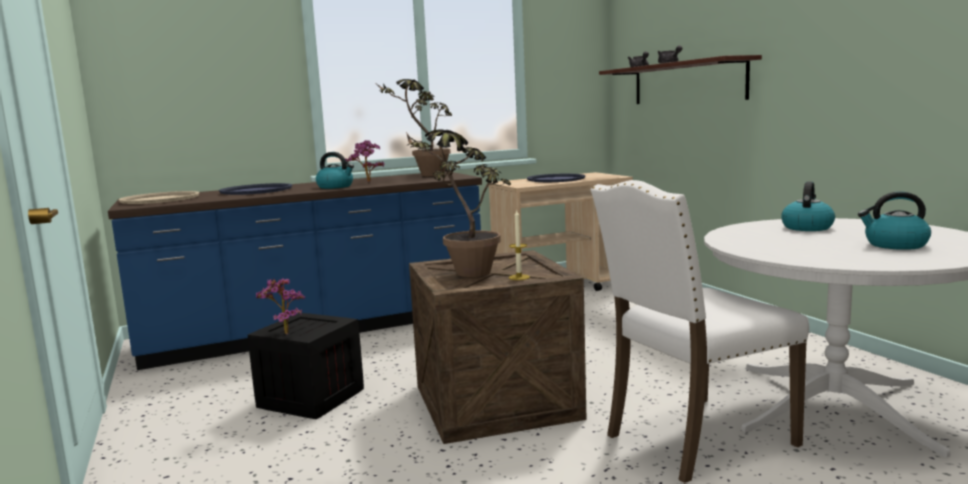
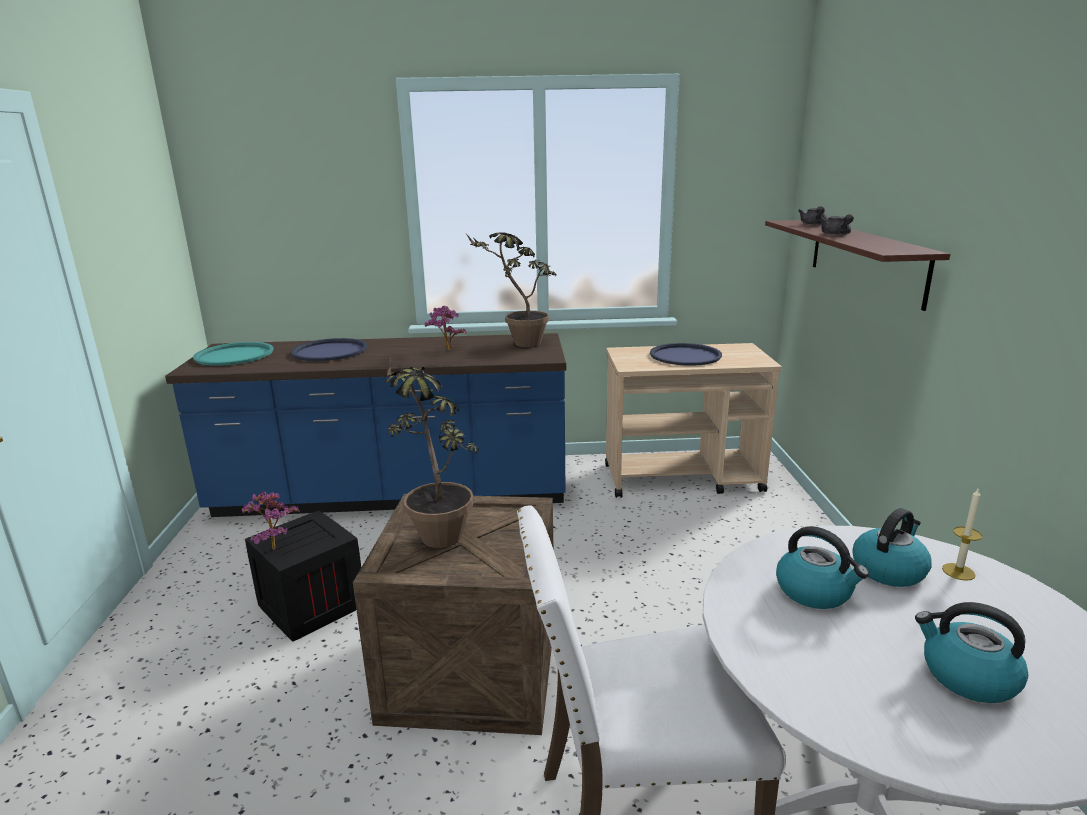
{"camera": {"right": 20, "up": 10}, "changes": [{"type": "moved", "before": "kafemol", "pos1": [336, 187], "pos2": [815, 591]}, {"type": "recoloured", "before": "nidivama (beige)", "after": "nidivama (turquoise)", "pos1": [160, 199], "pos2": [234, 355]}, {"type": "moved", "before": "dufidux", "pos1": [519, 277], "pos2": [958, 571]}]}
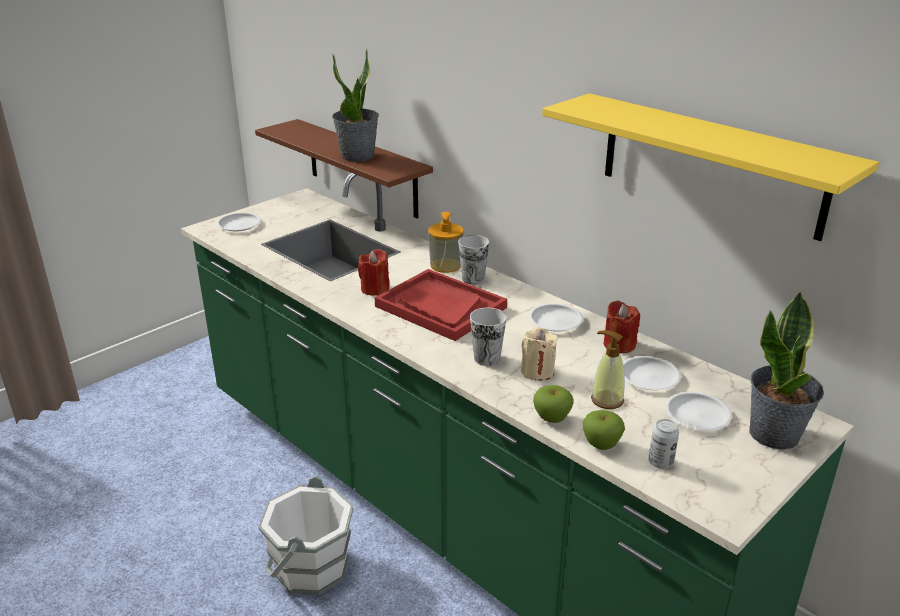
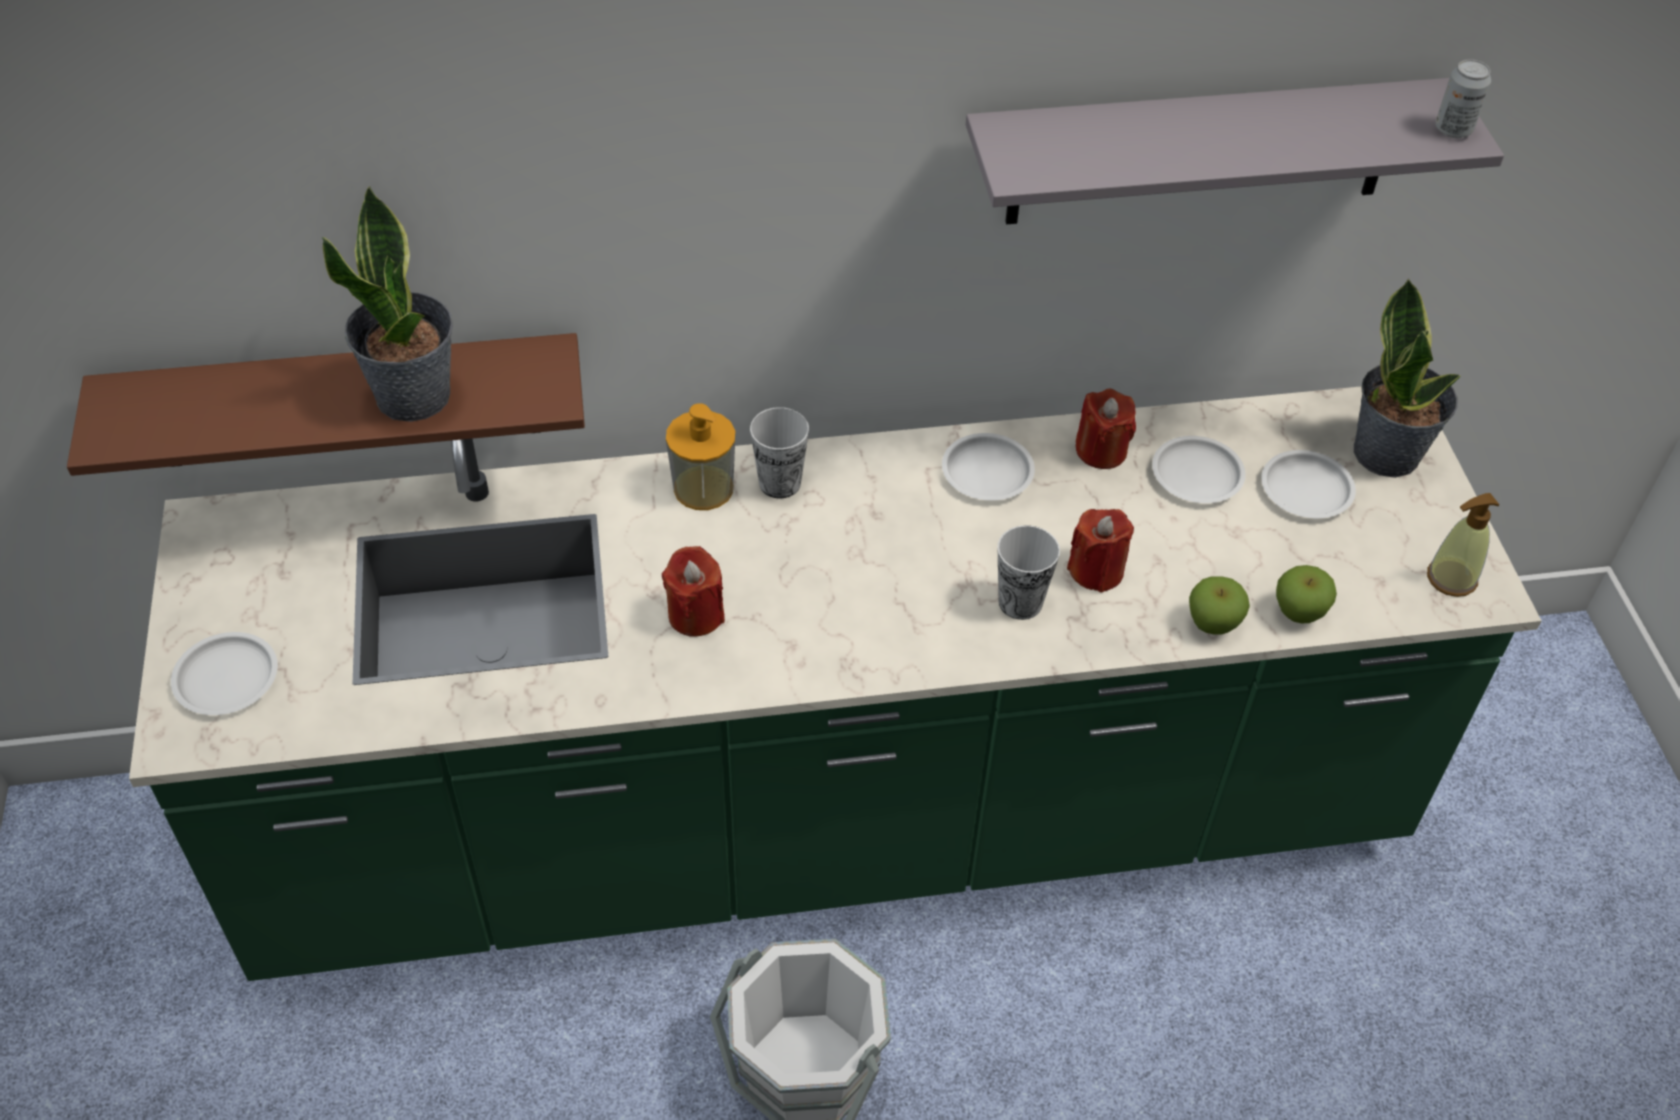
{"camera": {"right": -55, "up": 20}, "changes": [{"type": "recoloured", "before": "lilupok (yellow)", "after": "lilupok (grey)", "pos1": [710, 164], "pos2": [1202, 152]}, {"type": "removed", "before": "nidivama (red)", "pos1": [440, 307]}, {"type": "recoloured", "before": "dufidux (beige)", "after": "dufidux (red)", "pos1": [537, 371], "pos2": [1096, 571]}, {"type": "moved", "before": "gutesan", "pos1": [606, 400], "pos2": [1451, 578]}, {"type": "moved", "before": "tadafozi", "pos1": [660, 462], "pos2": [1453, 129]}]}
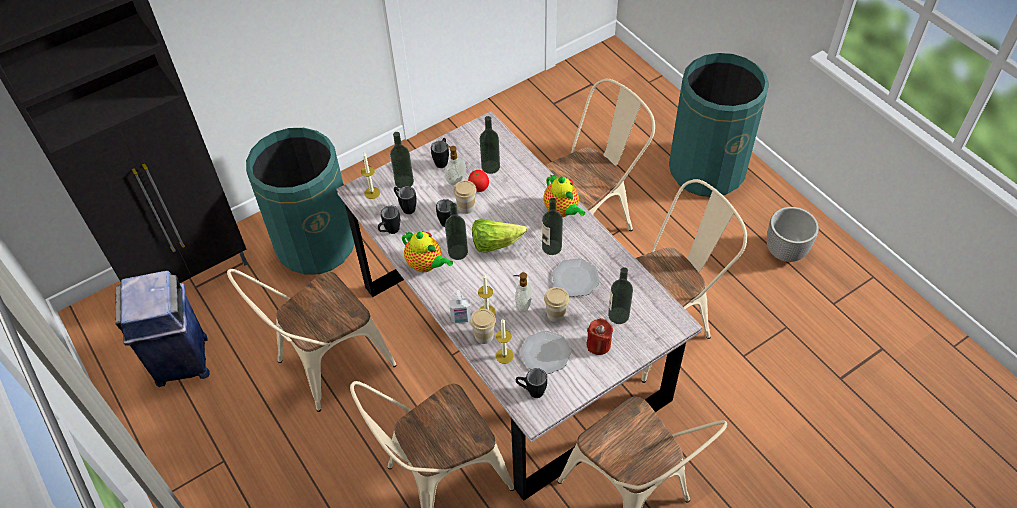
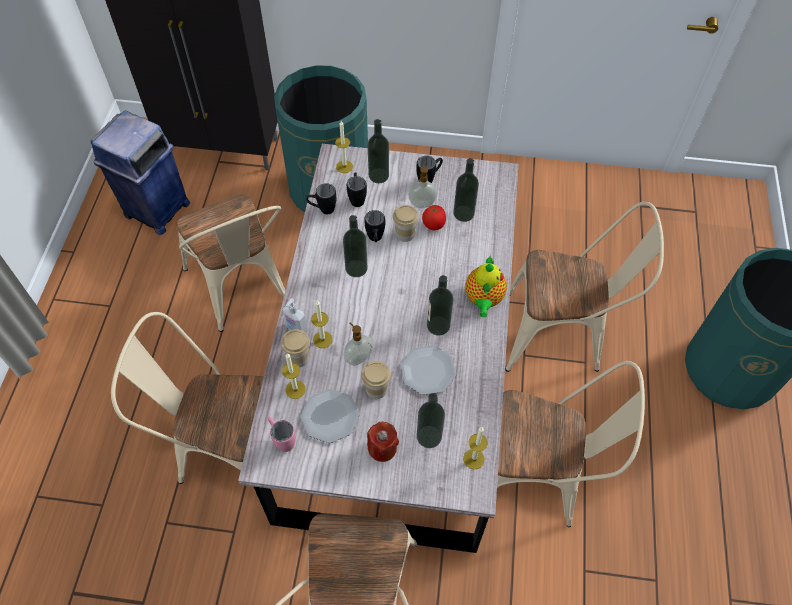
{"camera": {"right": 40, "up": 5}, "changes": [{"type": "removed", "before": "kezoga", "pos1": [785, 251]}, {"type": "removed", "before": "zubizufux", "pos1": [495, 243]}, {"type": "removed", "before": "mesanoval", "pos1": [426, 265]}, {"type": "turned", "before": "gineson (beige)", "pos1": [326, 366], "pos2": [242, 291], "turn": -120}, {"type": "recoloured", "before": "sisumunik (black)", "after": "sisumunik (pink)", "pos1": [531, 391], "pos2": [282, 440]}, {"type": "added", "after": "dufidux", "pos2": [473, 459]}]}
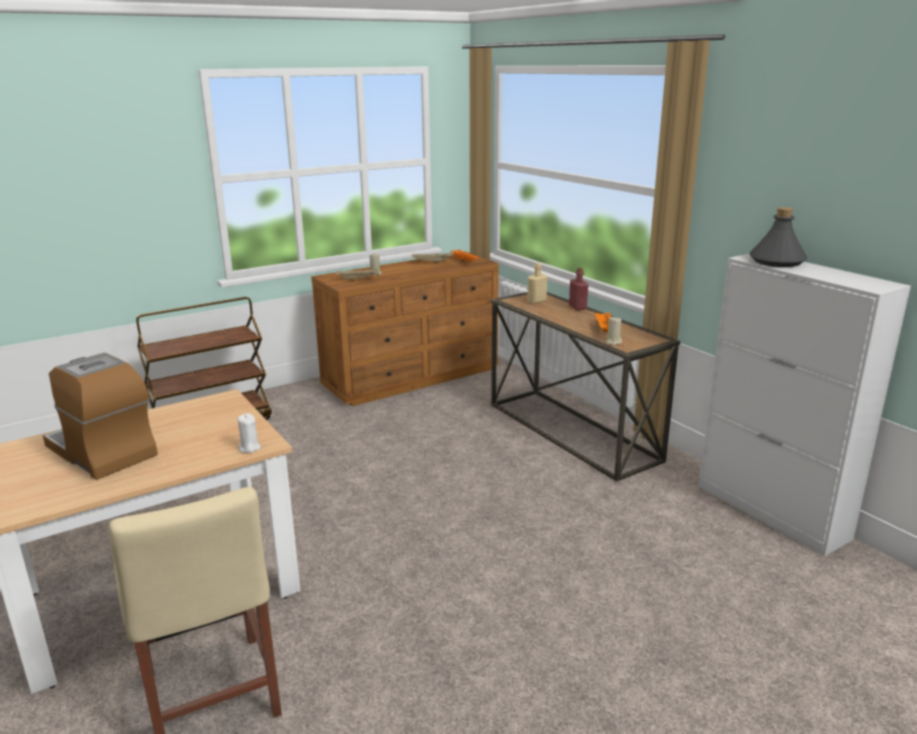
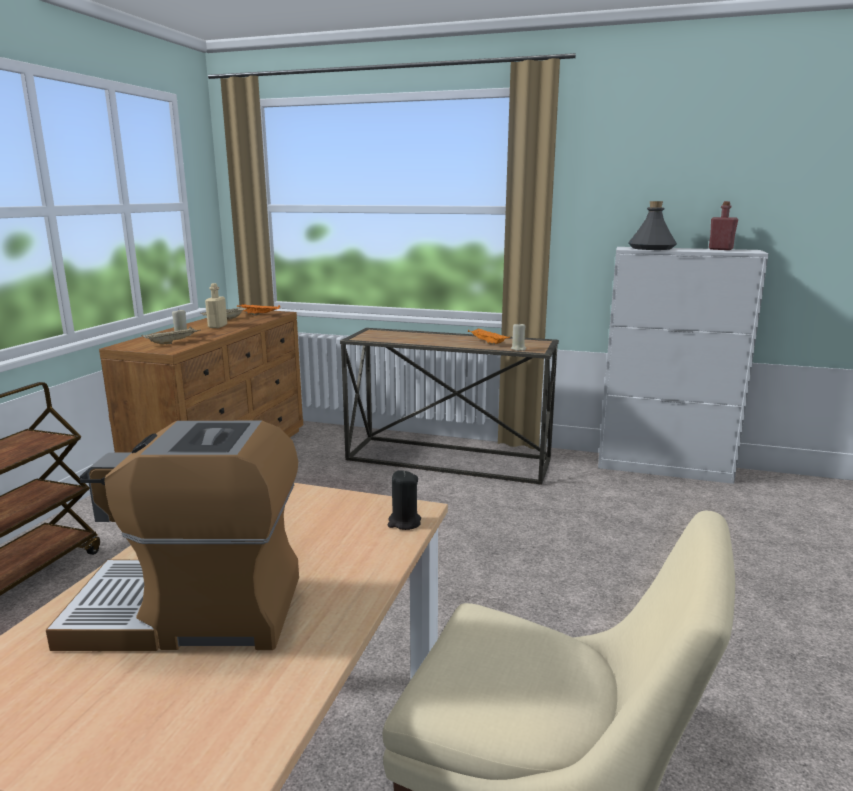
{"camera": {"right": -40, "up": -5}, "changes": [{"type": "moved", "before": "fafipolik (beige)", "pos1": [536, 301], "pos2": [217, 326]}, {"type": "moved", "before": "fafipolik (red)", "pos1": [577, 307], "pos2": [720, 249]}, {"type": "recoloured", "before": "dufidux (white)", "after": "dufidux (black)", "pos1": [249, 448], "pos2": [404, 523]}]}
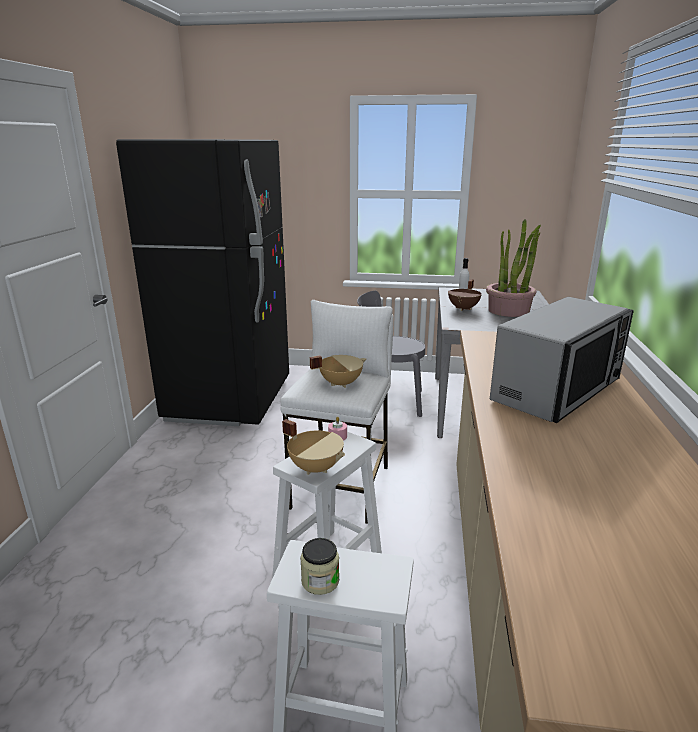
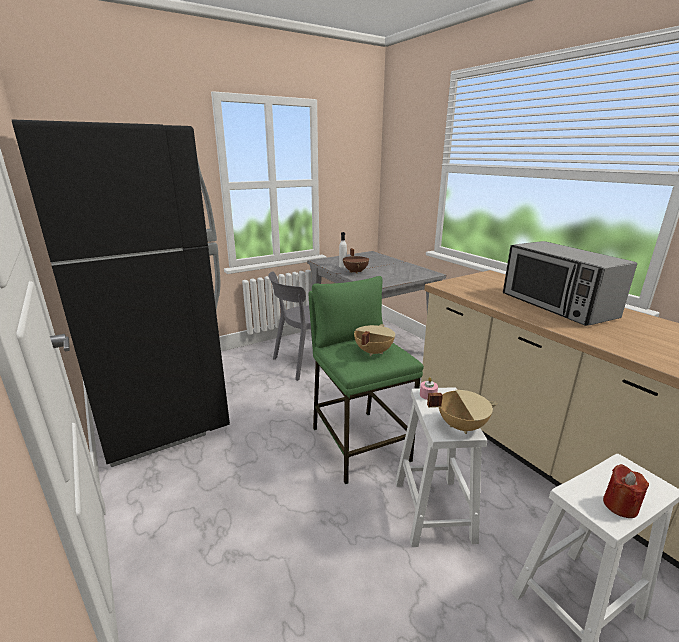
{"camera": {"right": -40, "up": 0}, "changes": [{"type": "removed", "before": "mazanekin", "pos1": [509, 311]}, {"type": "turned", "before": "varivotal", "pos1": [557, 390], "pos2": [556, 306], "turn": 150}, {"type": "recoloured", "before": "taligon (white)", "after": "taligon (green)", "pos1": [342, 487], "pos2": [359, 443]}, {"type": "replaced", "before": "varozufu", "after": "dufidux (red)", "pos1": [320, 581], "pos2": [620, 506]}]}
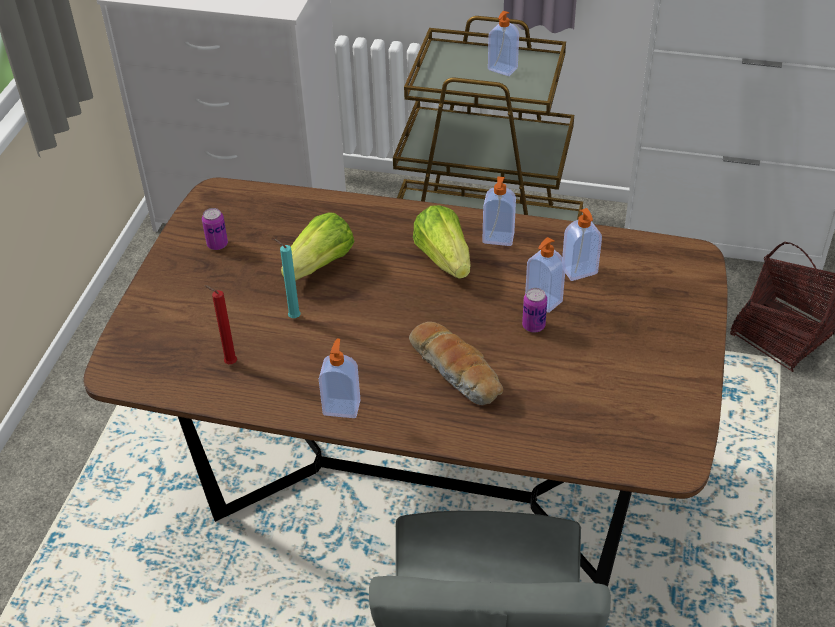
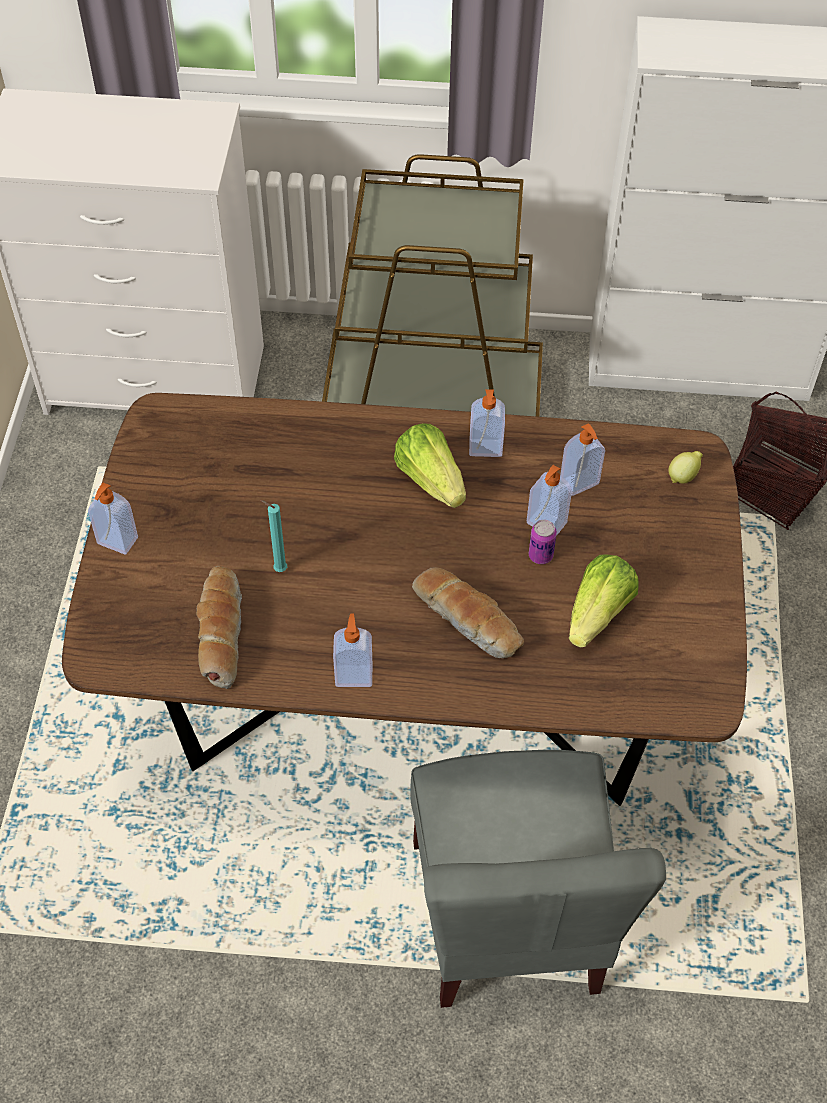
{"camera": {"right": -10, "up": 10}, "changes": [{"type": "moved", "before": "gutesan", "pos1": [502, 69], "pos2": [117, 542]}, {"type": "removed", "before": "tadafozi", "pos1": [217, 244]}, {"type": "moved", "before": "zubizufux", "pos1": [320, 265], "pos2": [598, 613]}, {"type": "replaced", "before": "dufidux (red)", "after": "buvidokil", "pos1": [229, 363], "pos2": [220, 633]}, {"type": "added", "after": "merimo", "pos2": [683, 476]}]}
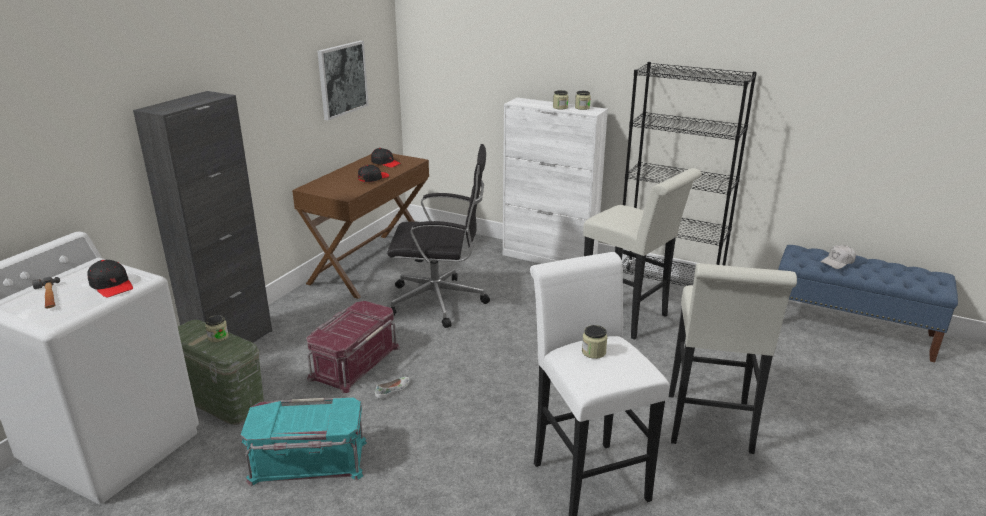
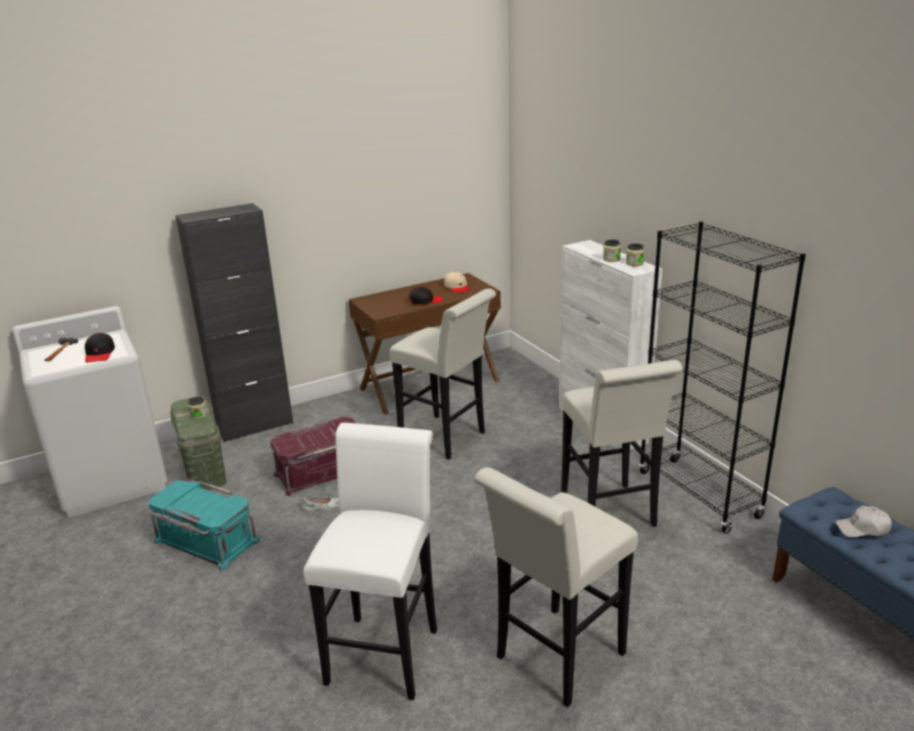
{"camera": {"right": 35, "up": 0}, "changes": [{"type": "removed", "before": "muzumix", "pos1": [342, 79]}, {"type": "replaced", "before": "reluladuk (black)", "after": "taligon (white)", "pos1": [440, 302], "pos2": [447, 439]}, {"type": "recoloured", "before": "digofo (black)", "after": "digofo (beige)", "pos1": [385, 163], "pos2": [457, 287]}, {"type": "removed", "before": "varozufu", "pos1": [593, 352]}]}
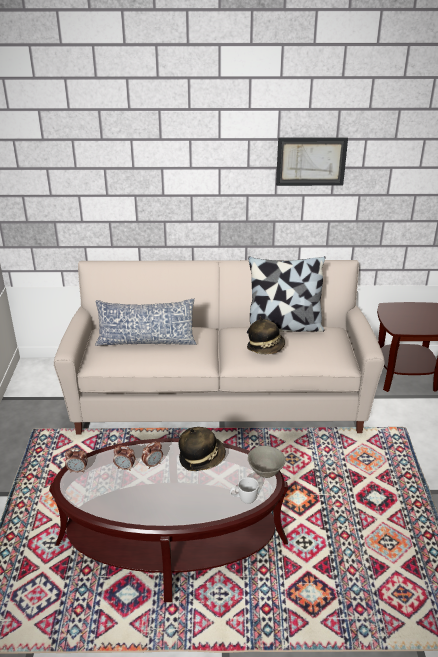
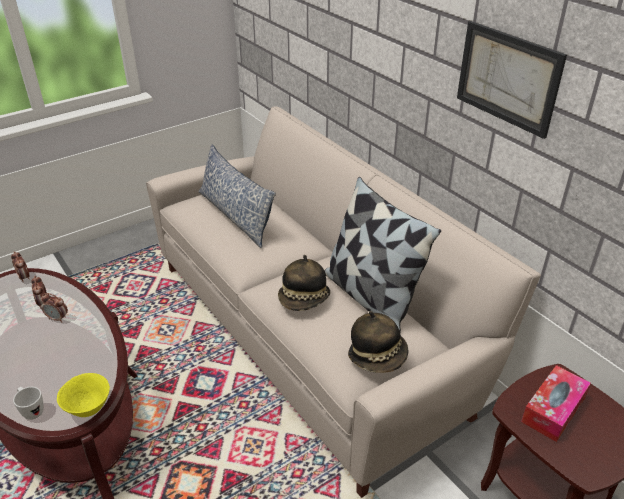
{"camera": {"right": 55, "up": 5}, "changes": [{"type": "moved", "before": "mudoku", "pos1": [201, 458], "pos2": [378, 356]}, {"type": "recoloured", "before": "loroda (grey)", "after": "loroda (yellow)", "pos1": [266, 472], "pos2": [89, 409]}, {"type": "added", "after": "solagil", "pos2": [553, 409]}]}
